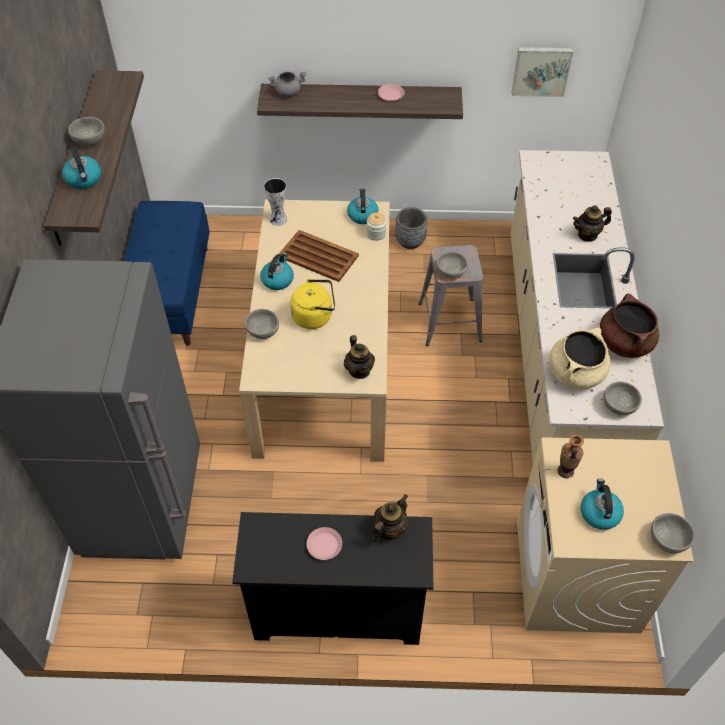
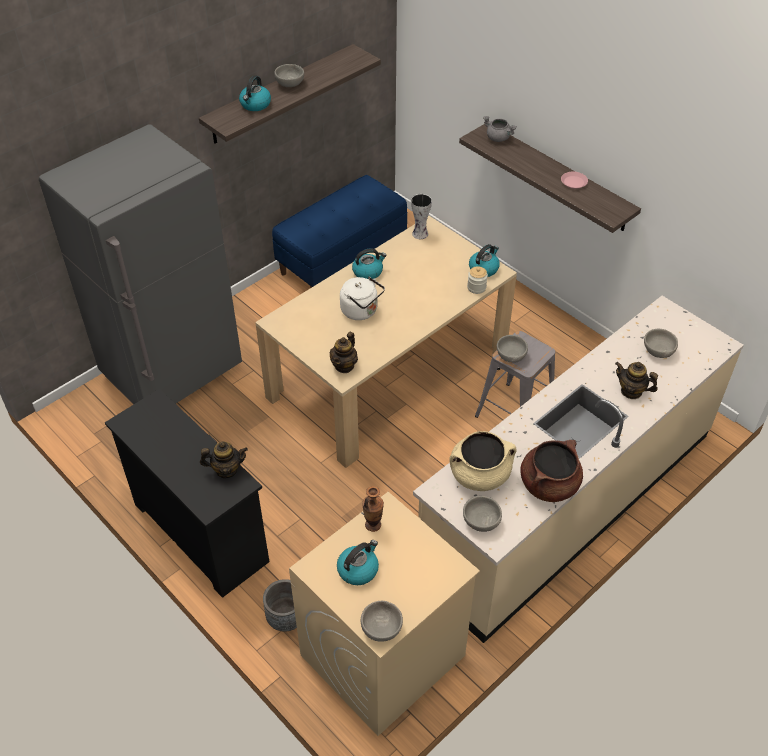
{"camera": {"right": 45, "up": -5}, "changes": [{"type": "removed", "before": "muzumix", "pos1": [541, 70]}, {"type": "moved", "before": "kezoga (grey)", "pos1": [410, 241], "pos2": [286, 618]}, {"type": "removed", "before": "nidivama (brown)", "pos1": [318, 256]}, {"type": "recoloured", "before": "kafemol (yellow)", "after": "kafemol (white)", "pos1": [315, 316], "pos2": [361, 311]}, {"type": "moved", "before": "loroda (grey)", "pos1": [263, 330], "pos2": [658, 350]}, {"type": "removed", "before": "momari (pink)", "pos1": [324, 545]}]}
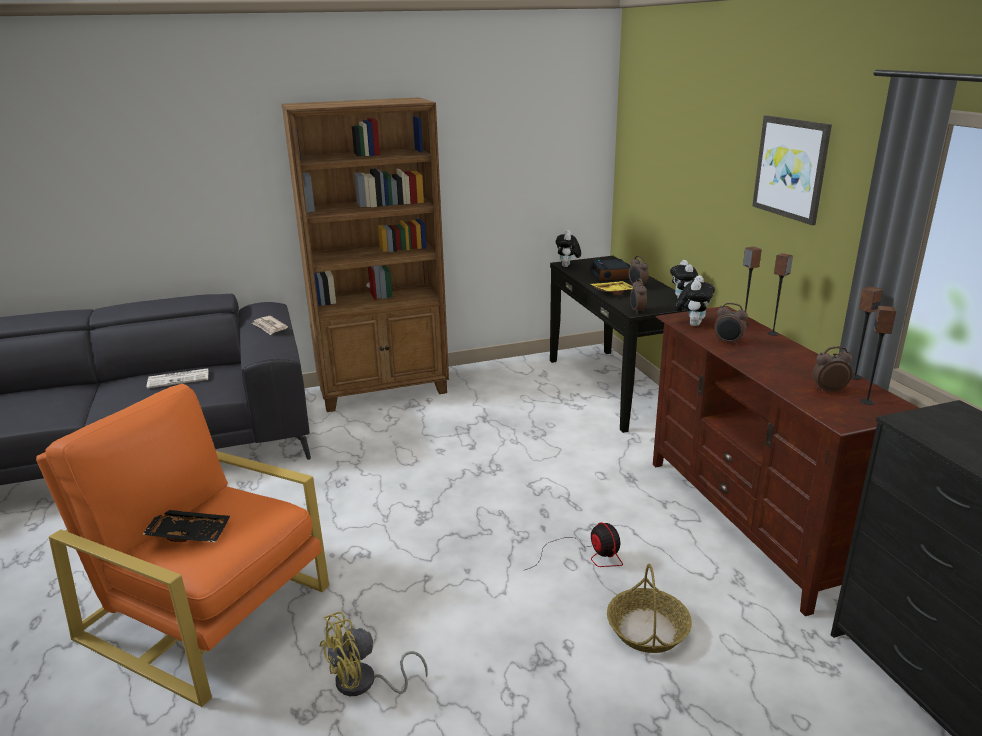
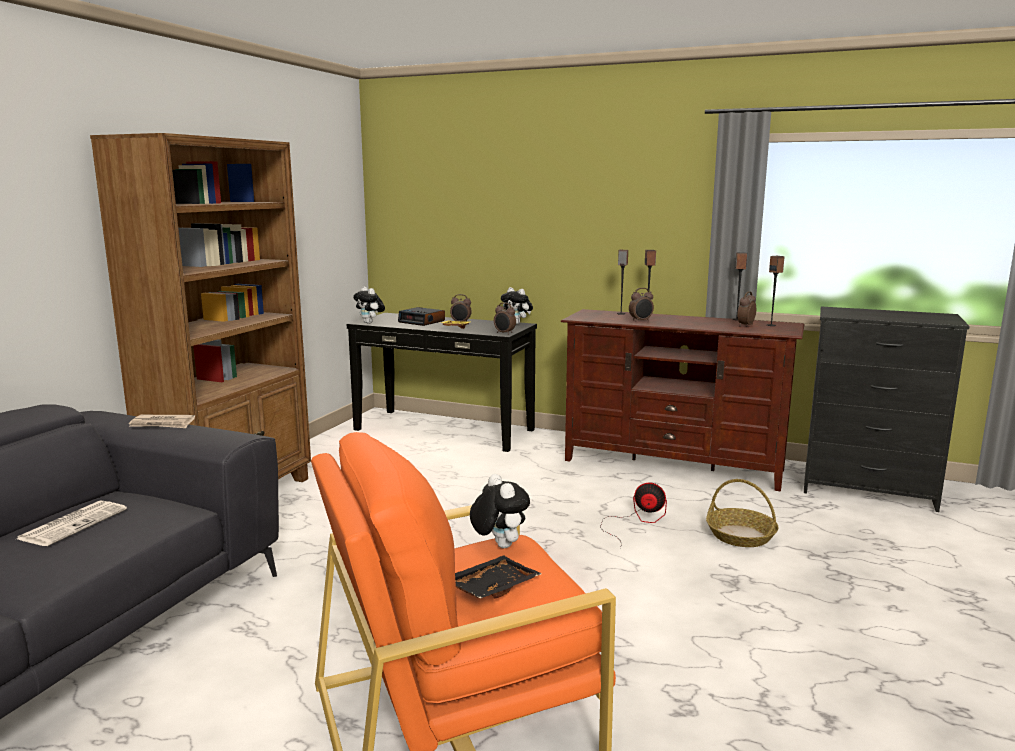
{"camera": {"right": -50, "up": -10}, "changes": [{"type": "removed", "before": "muzumix", "pos1": [791, 168]}, {"type": "moved", "before": "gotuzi", "pos1": [692, 324], "pos2": [498, 545]}, {"type": "removed", "before": "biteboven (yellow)", "pos1": [364, 683]}]}
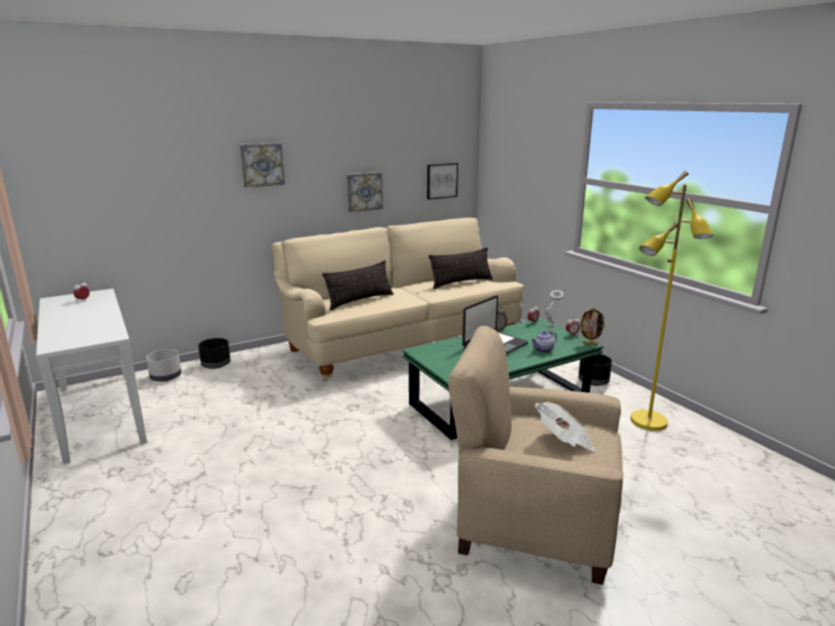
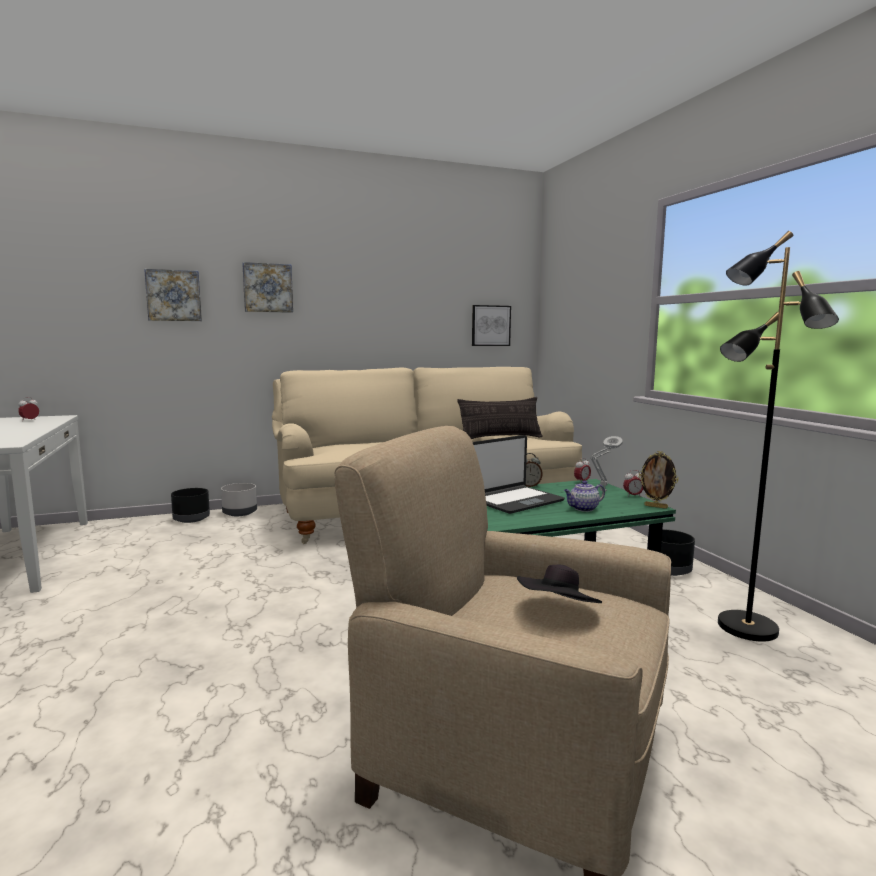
{"camera": {"right": 10, "up": -10}, "changes": [{"type": "recoloured", "before": "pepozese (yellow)", "after": "pepozese (black)", "pos1": [648, 422], "pos2": [746, 628]}, {"type": "moved", "before": "muzumix", "pos1": [364, 191], "pos2": [174, 295]}, {"type": "removed", "before": "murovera", "pos1": [360, 301]}, {"type": "moved", "before": "kezoga (grey)", "pos1": [166, 377], "pos2": [240, 513]}, {"type": "replaced", "before": "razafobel", "after": "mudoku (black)", "pos1": [564, 440], "pos2": [558, 612]}]}
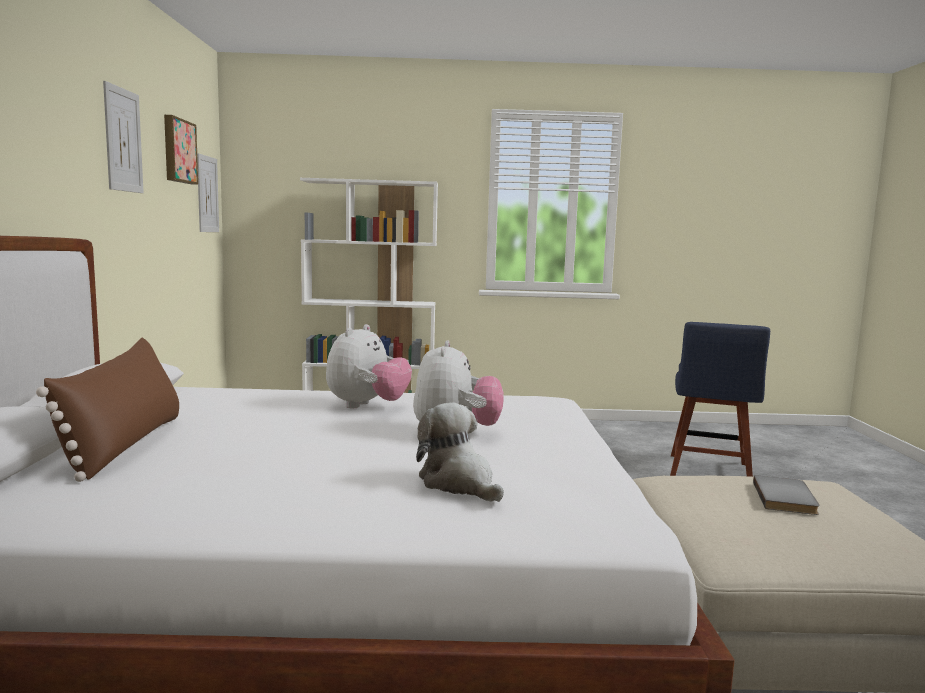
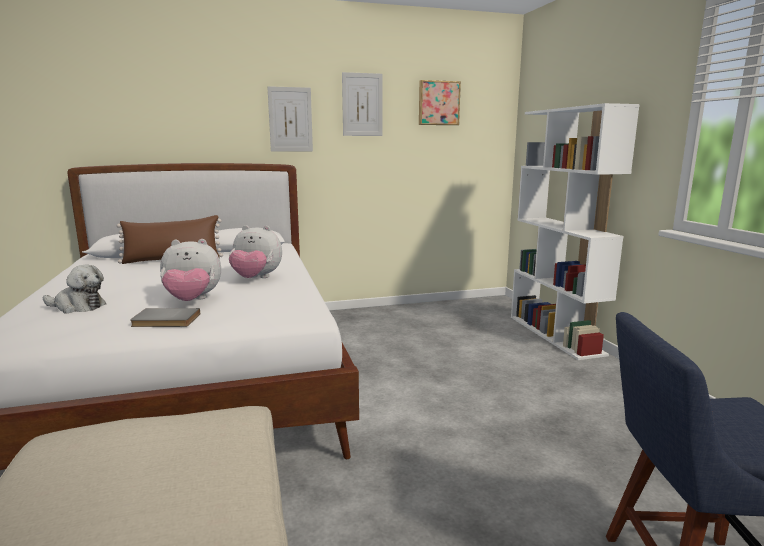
{"camera": {"right": 75, "up": 5}, "changes": [{"type": "moved", "before": "muzumix", "pos1": [207, 194], "pos2": [290, 119]}, {"type": "turned", "before": "gotuzi", "pos1": [459, 483], "pos2": [77, 307], "turn": 60}, {"type": "moved", "before": "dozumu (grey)", "pos1": [787, 498], "pos2": [165, 321]}]}
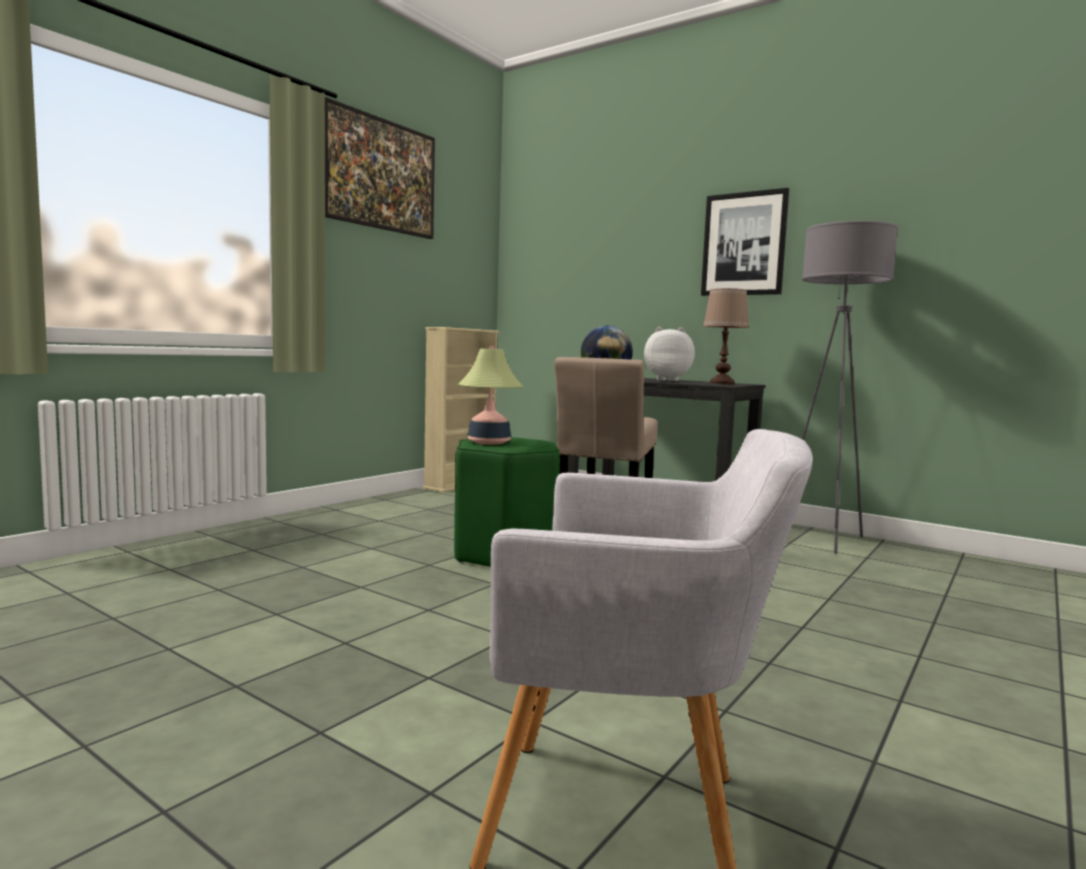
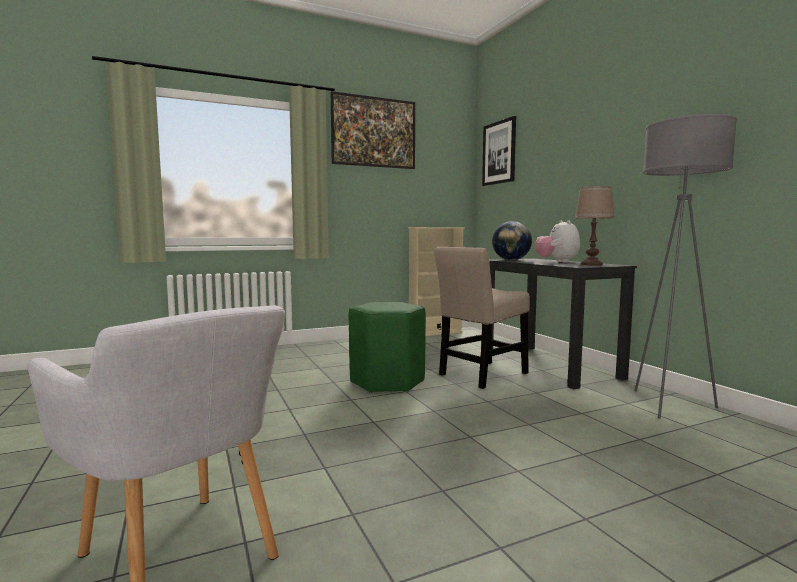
{"camera": {"right": 30, "up": 0}, "changes": [{"type": "moved", "before": "muzumix", "pos1": [744, 244], "pos2": [499, 153]}, {"type": "turned", "before": "gotuzi", "pos1": [667, 380], "pos2": [557, 262], "turn": -135}, {"type": "removed", "before": "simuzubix", "pos1": [489, 442]}]}
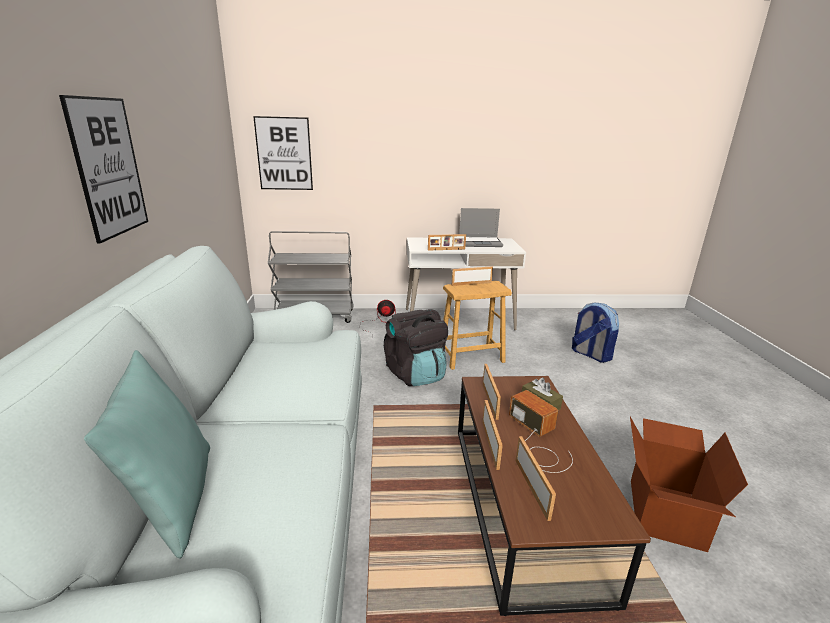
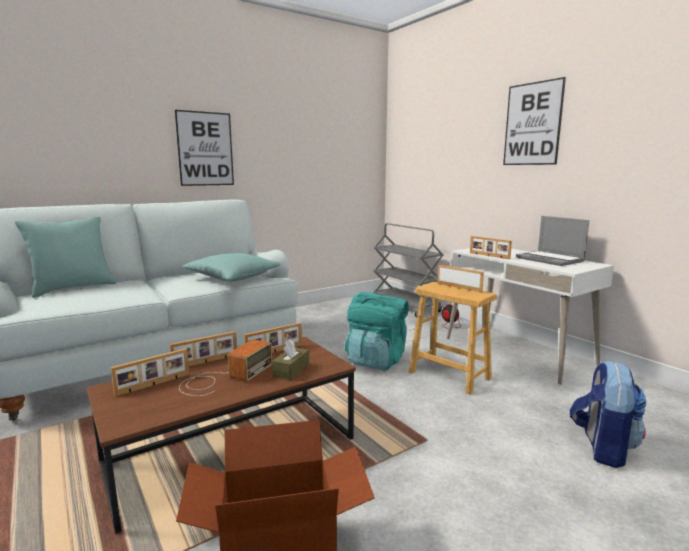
{"camera": {"right": 60, "up": -10}, "changes": [{"type": "moved", "before": "muzumix", "pos1": [284, 154], "pos2": [532, 124]}, {"type": "recoloured", "before": "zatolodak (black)", "after": "zatolodak (turquoise)", "pos1": [415, 374], "pos2": [376, 360]}, {"type": "added", "after": "murovera (turquoise)", "pos2": [233, 278]}]}
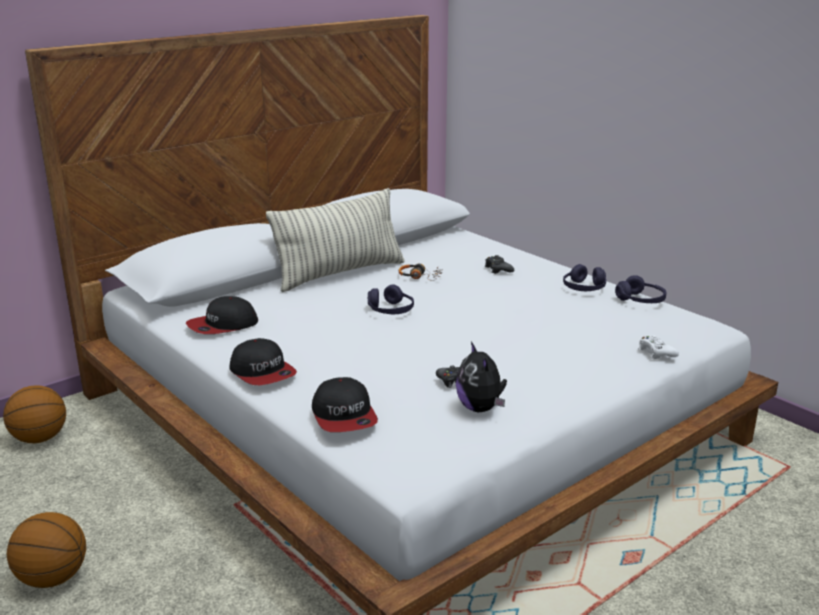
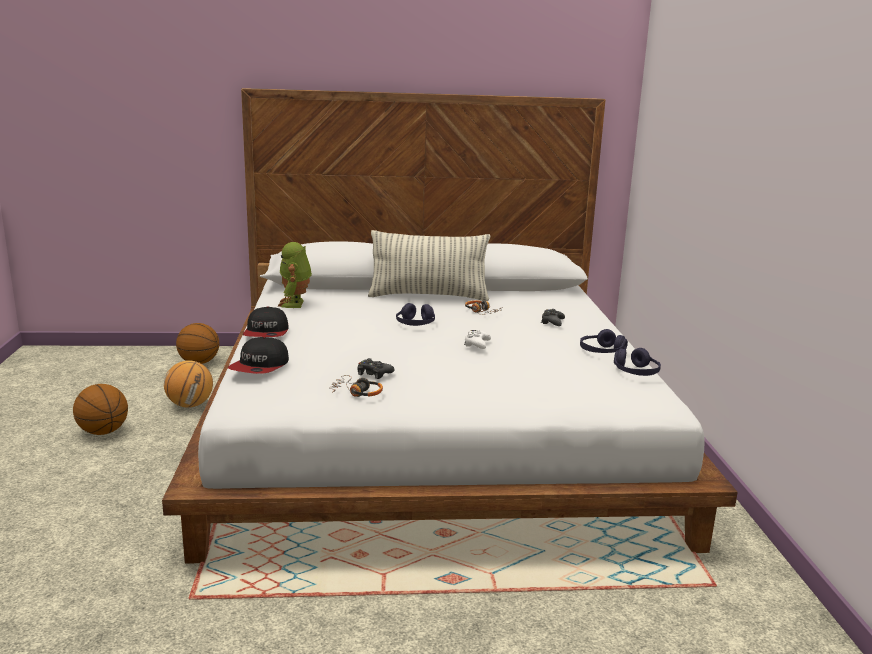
{"camera": {"right": 35, "up": -5}, "changes": [{"type": "replaced", "before": "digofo", "after": "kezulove", "pos1": [222, 326], "pos2": [295, 304]}, {"type": "moved", "before": "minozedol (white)", "pos1": [656, 352], "pos2": [476, 344]}, {"type": "replaced", "before": "gotuzi", "after": "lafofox", "pos1": [481, 408], "pos2": [356, 392]}, {"type": "added", "after": "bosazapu", "pos2": [190, 405]}]}
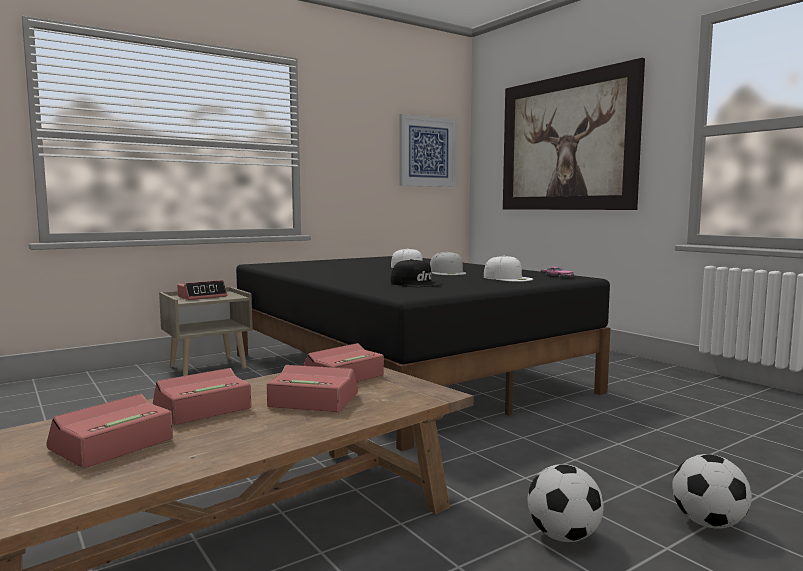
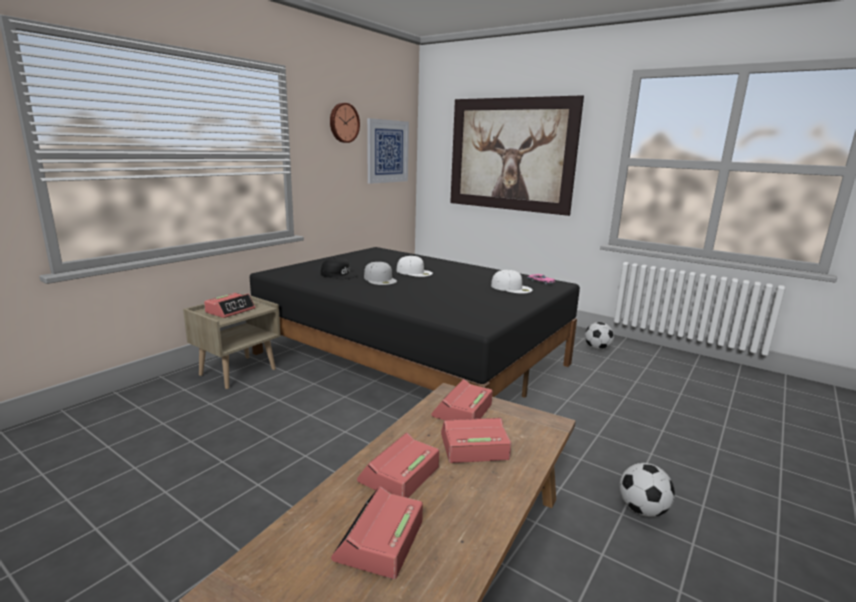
{"camera": {"right": -20, "up": 10}, "changes": [{"type": "moved", "before": "digofo (white)", "pos1": [448, 272], "pos2": [380, 279]}, {"type": "moved", "before": "digofo (black)", "pos1": [416, 284], "pos2": [339, 274]}, {"type": "moved", "before": "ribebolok", "pos1": [708, 523], "pos2": [597, 348]}, {"type": "added", "after": "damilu", "pos2": [343, 123]}]}
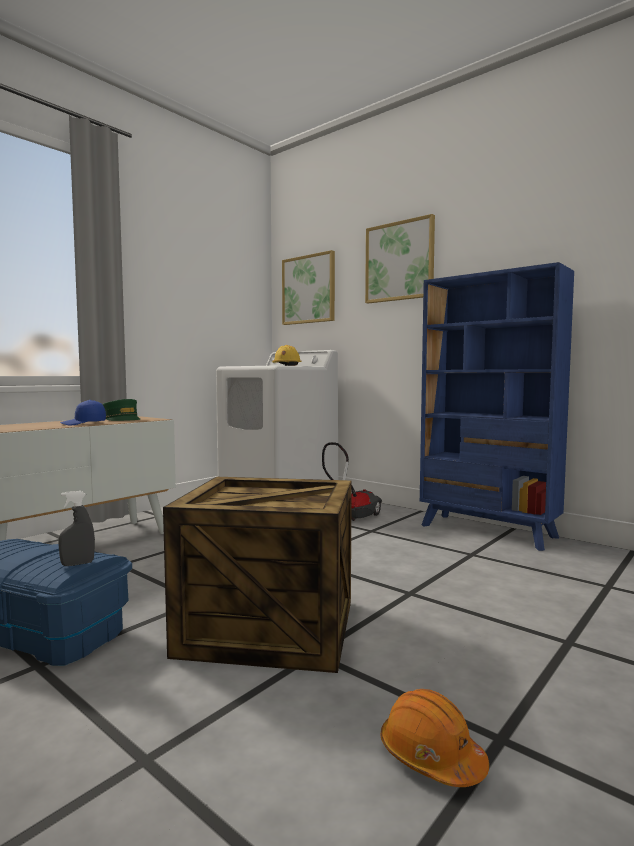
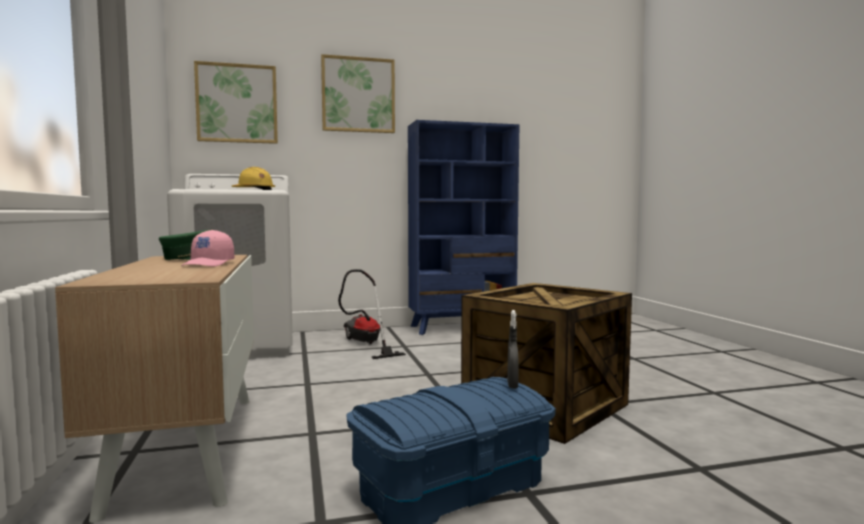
{"camera": {"right": -55, "up": 0}, "changes": [{"type": "recoloured", "before": "digofo (blue)", "after": "digofo (pink)", "pos1": [83, 423], "pos2": [209, 264]}, {"type": "removed", "before": "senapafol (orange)", "pos1": [431, 756]}]}
